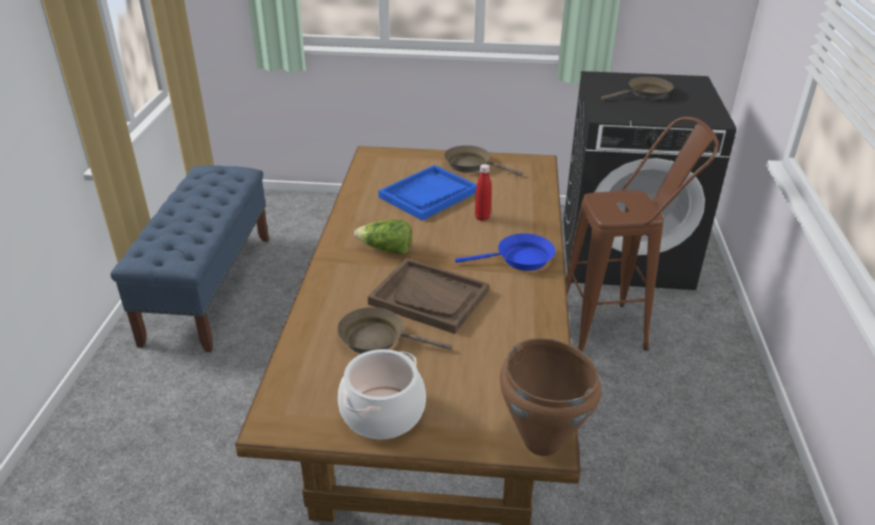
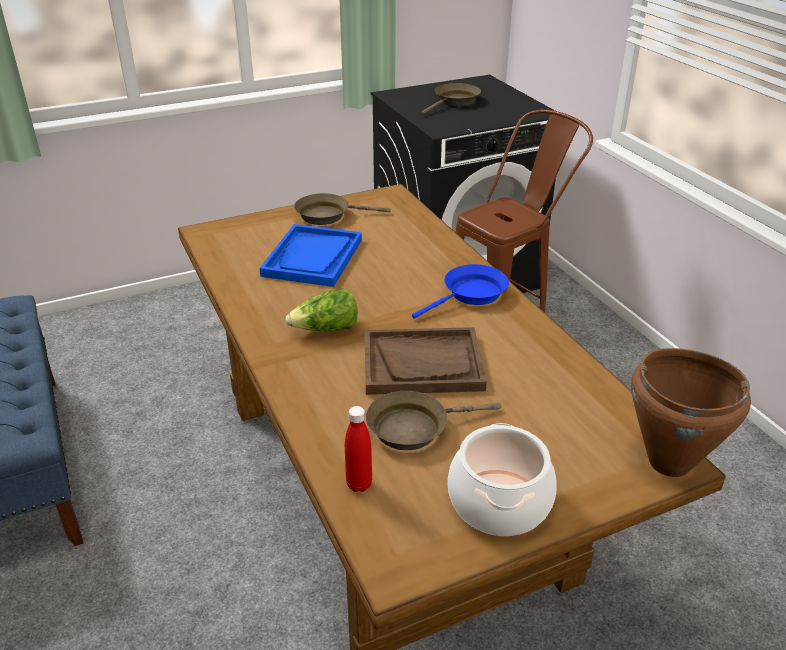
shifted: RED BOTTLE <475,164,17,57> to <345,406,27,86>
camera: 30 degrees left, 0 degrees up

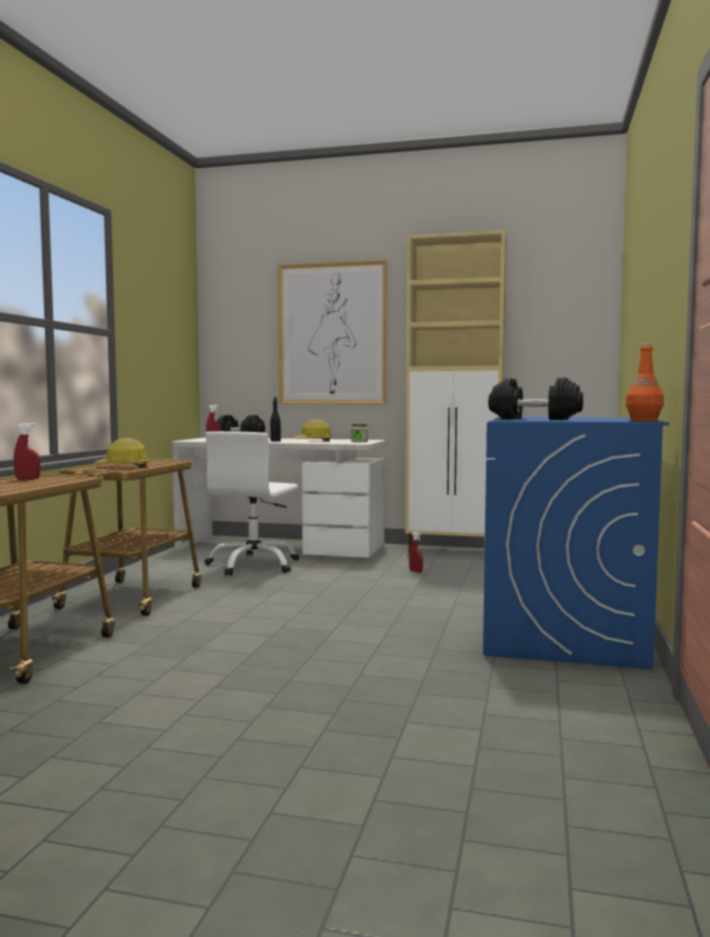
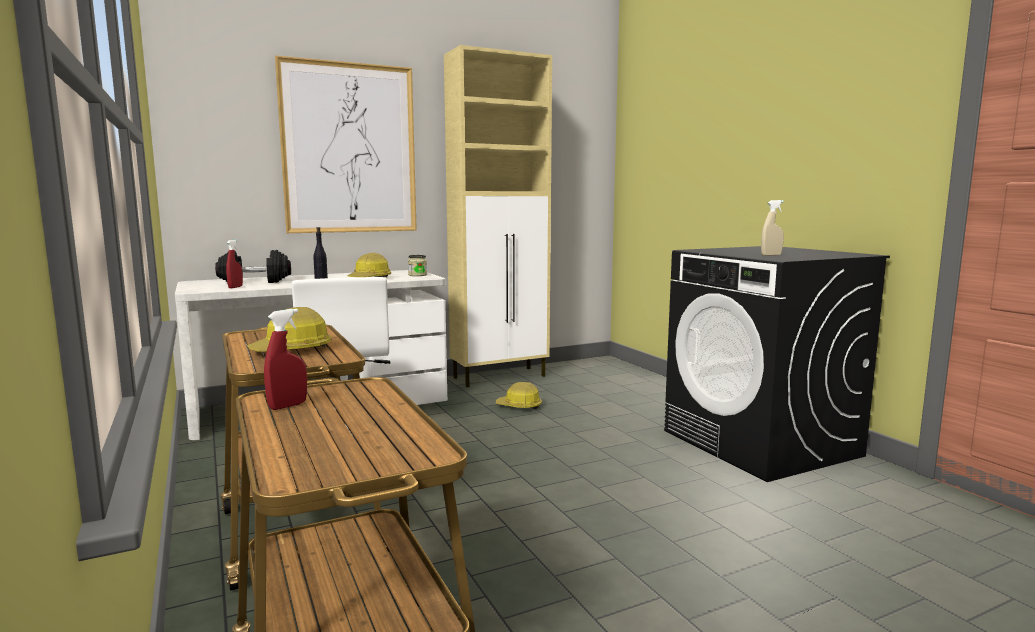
gone: ORANGE BOTTLE <626,343,38,78>
swapped: RED SPRAY BOTTLE <409,532,14,41> to HARD HAT <496,382,46,27>; BLACK DUMBBELL <488,377,95,43> to BEIGE SPRAY BOTTLE <761,200,23,56>
repainted: BLUE WASHING MACHINE <483,417,186,253> to BLACK WASHING MACHINE <664,246,226,236>
camera: 40 degrees left, 5 degrees up

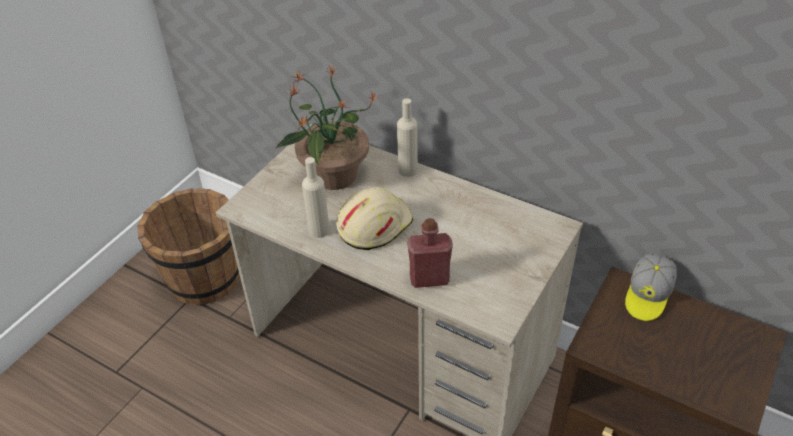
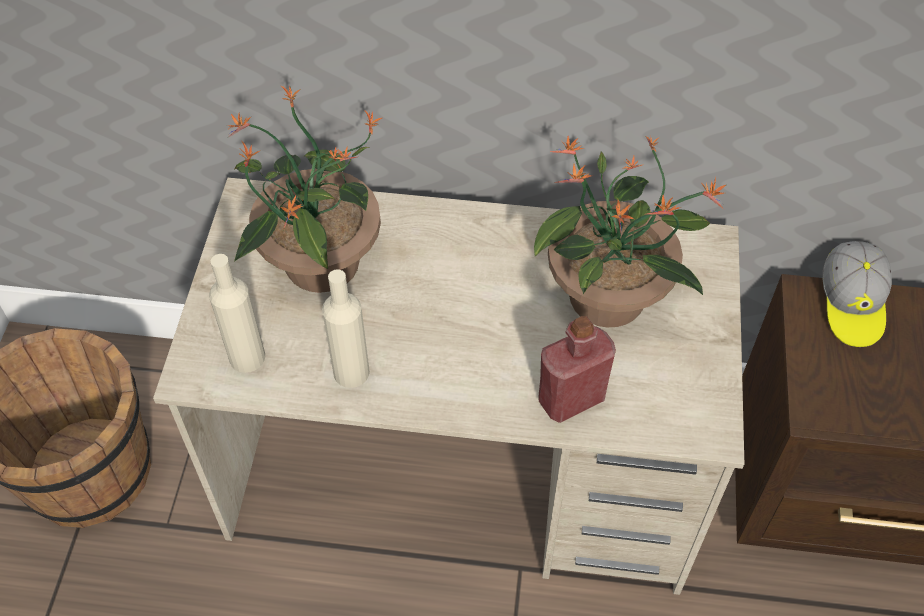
gone: BEIGE HARD HAT <336,187,77,63>
new: POTTED PLANT <534,135,192,192>
shifted: BEIGE BOTTLE <397,98,21,79> to <209,254,56,119>
camera: 25 degrees left, 10 degrees up

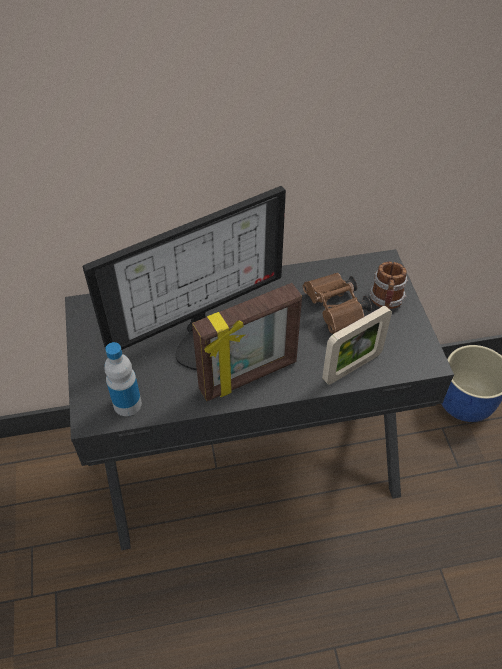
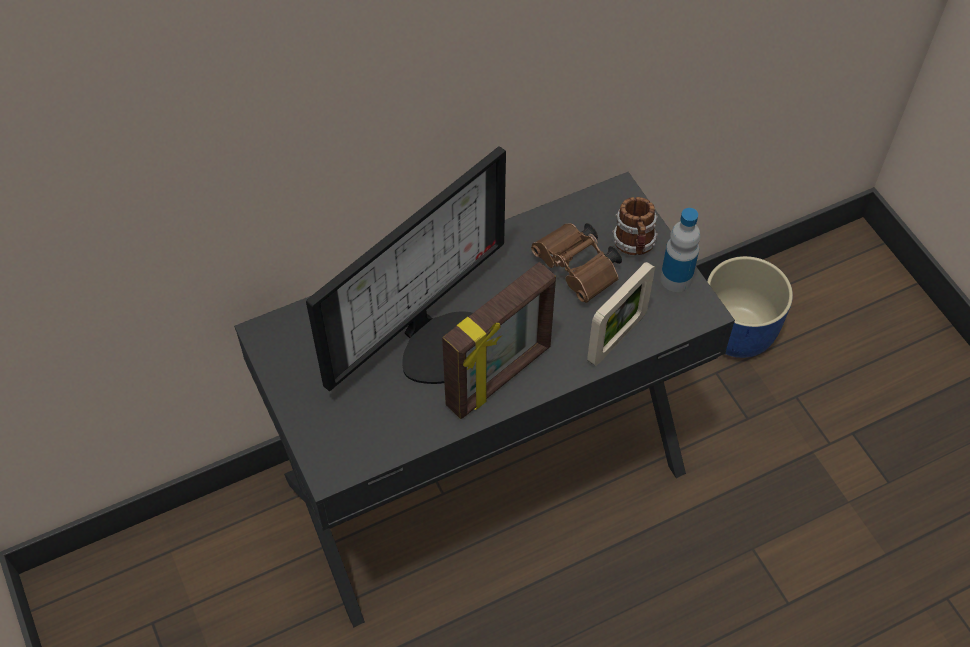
shifted: BOTTLE <104,342,38,74> to <660,208,40,84>
camera: 15 degrees left, 5 degrees up

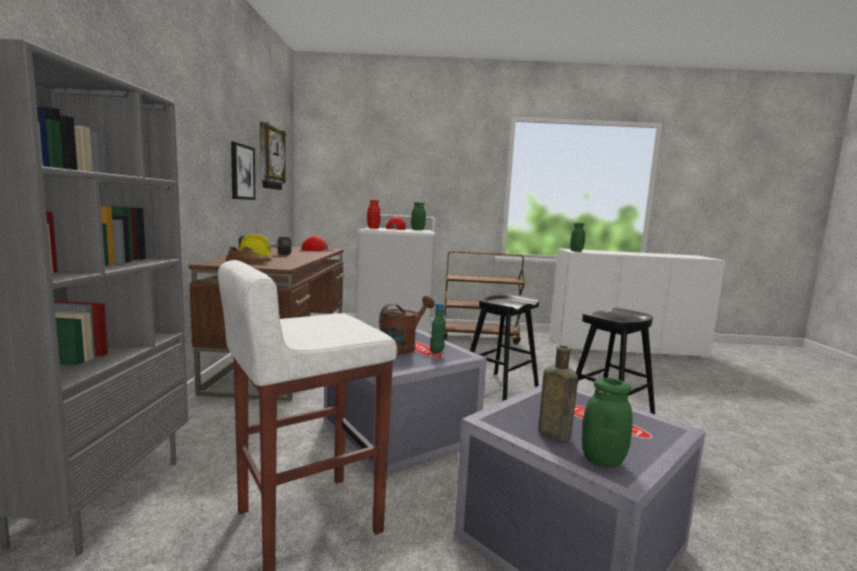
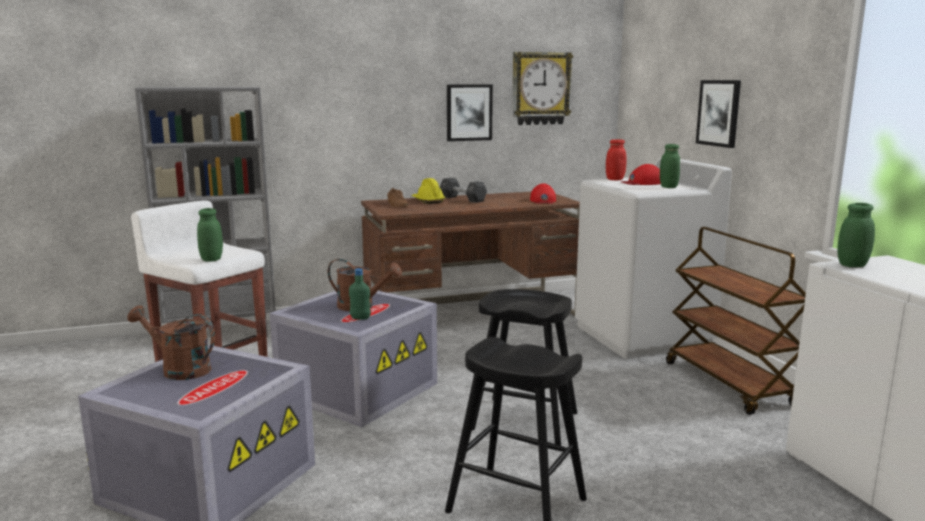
new: PICTURE <696,80,45,68>
shifted: GREEN JAR <582,378,50,89> to <197,208,26,54>
swapped: BROWN BOTTLE <538,345,40,96> to BROWN WATERING CAN <127,305,88,75>
camera: 70 degrees right, 5 degrees up

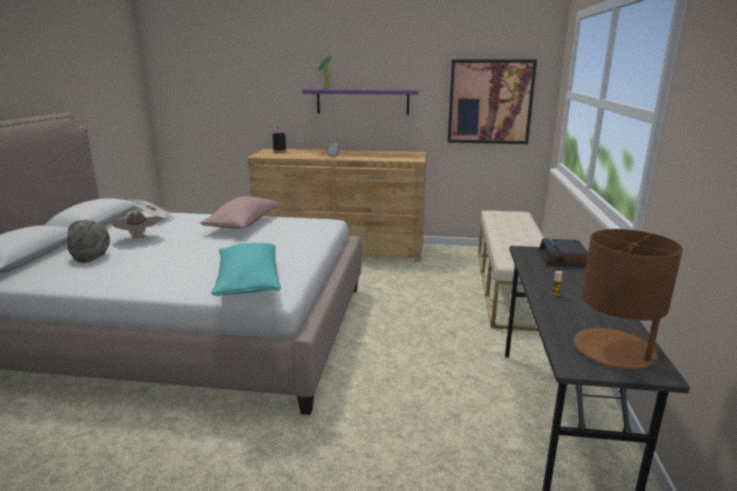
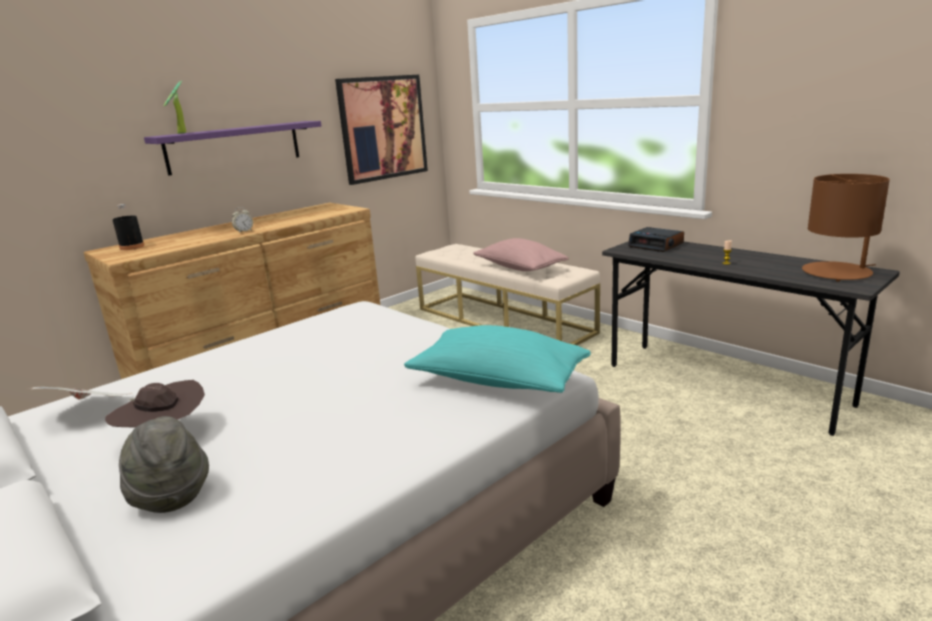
shifted: PINK PILLOW <200,196,78,33> to <473,238,96,33>
camera: 50 degrees left, 0 degrees up

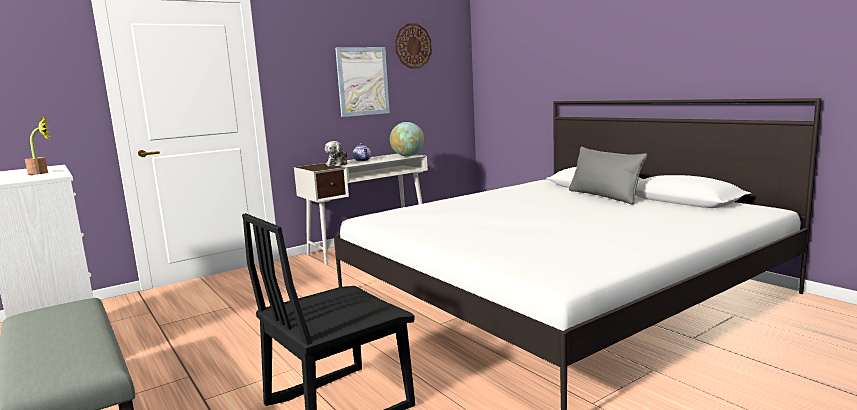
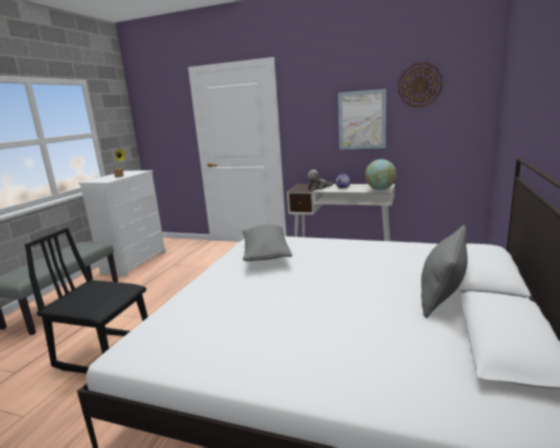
new: GREY PILLOW <242,225,50,36>
camera: 55 degrees right, 5 degrees up

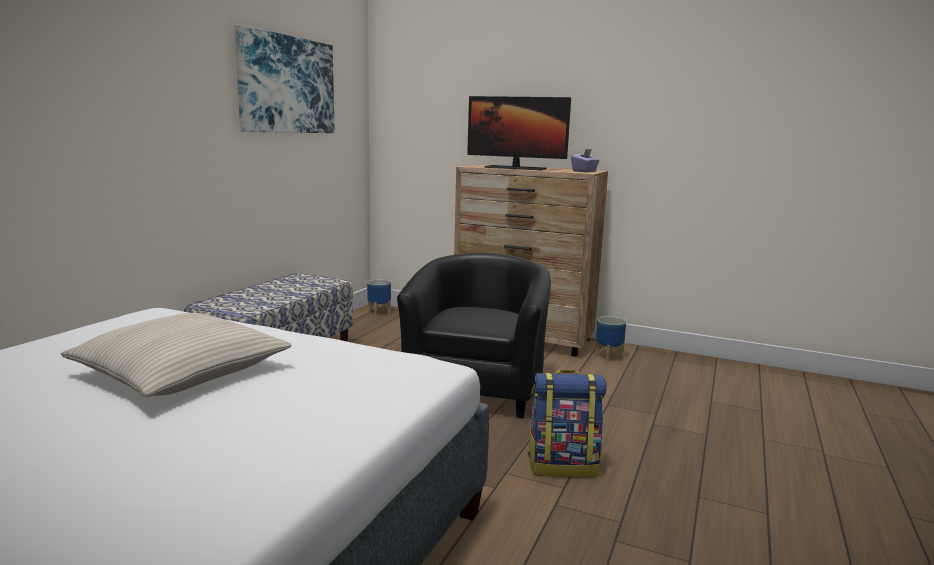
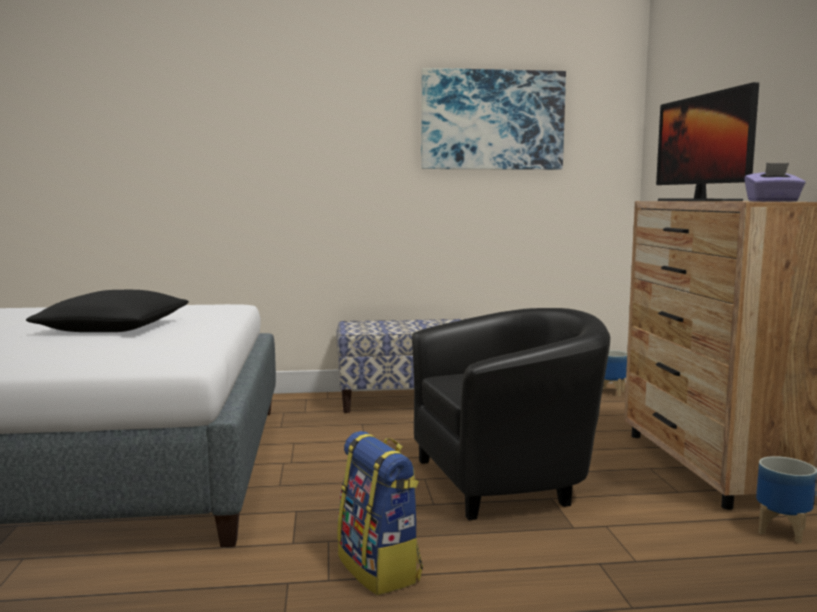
repainted: BEIGE PILLOW <61,313,231,84> to BLACK PILLOW <26,290,163,42>
camera: 60 degrees right, 5 degrees down

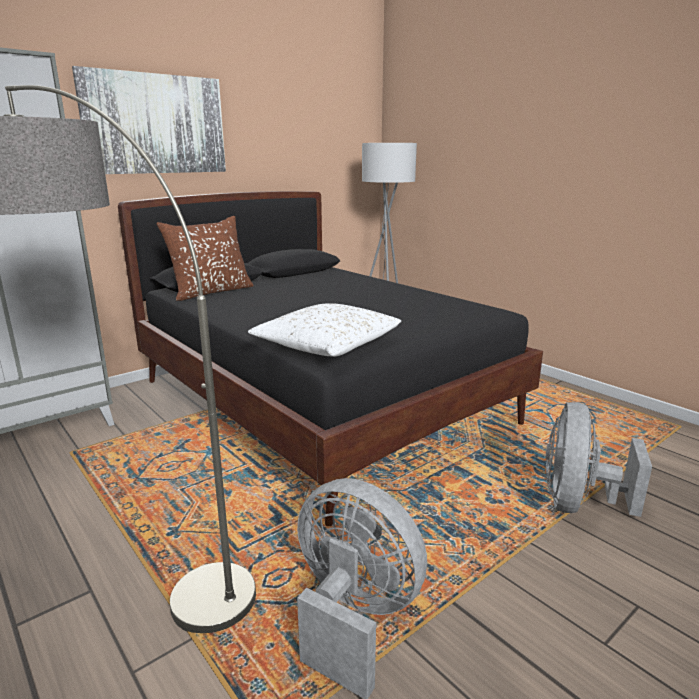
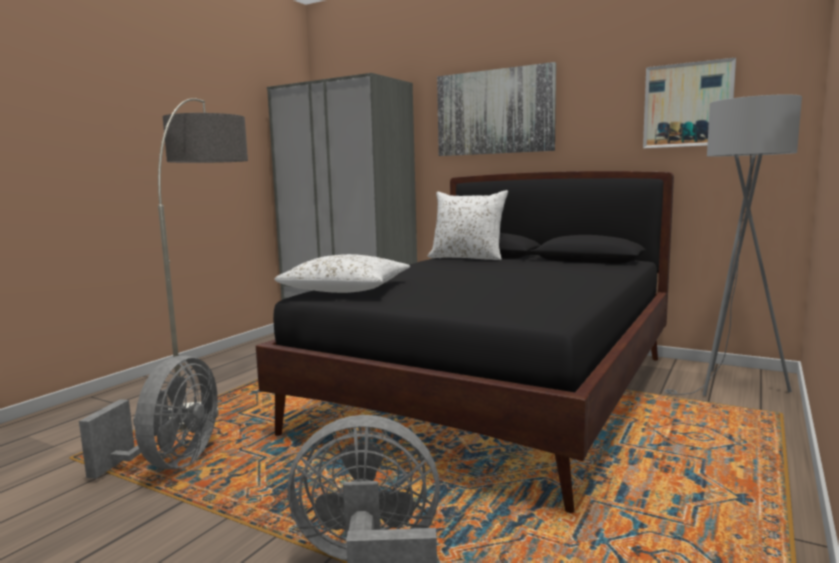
new: PICTURE <643,57,93,92>
repainted: BROWN PILLOW <156,216,98,85> to WHITE PILLOW <428,190,80,70>
camera: 70 degrees right, 10 degrees down

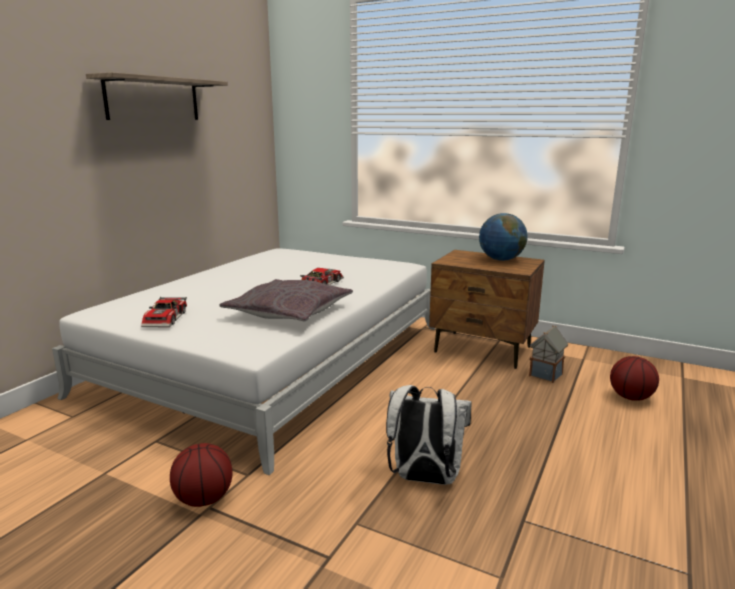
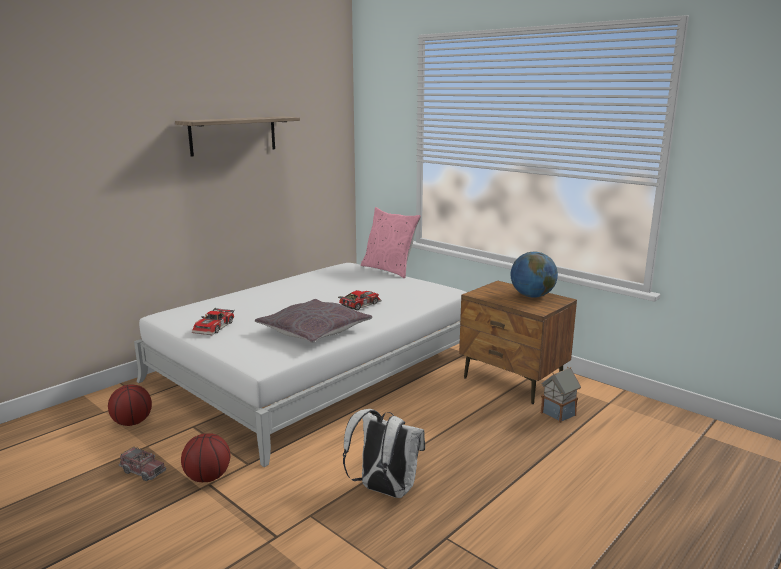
new: TOY TRUCK <119,446,47,35>; PINK PILLOW <361,207,60,71>
shifted: BASKETBALL <610,356,49,45> to <108,384,44,42>
camera: 15 degrees right, 0 degrees up

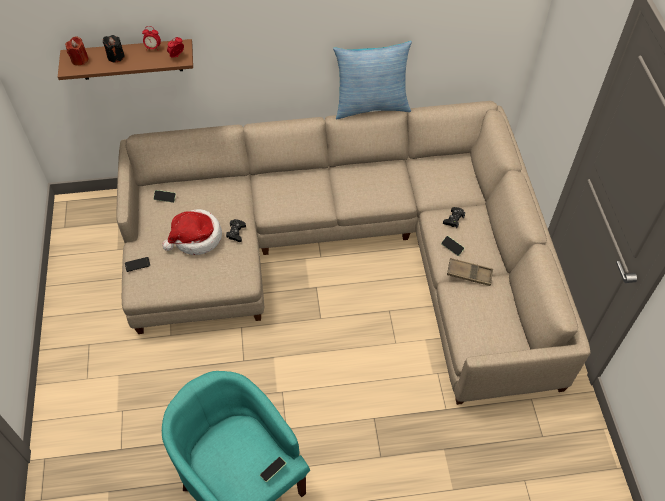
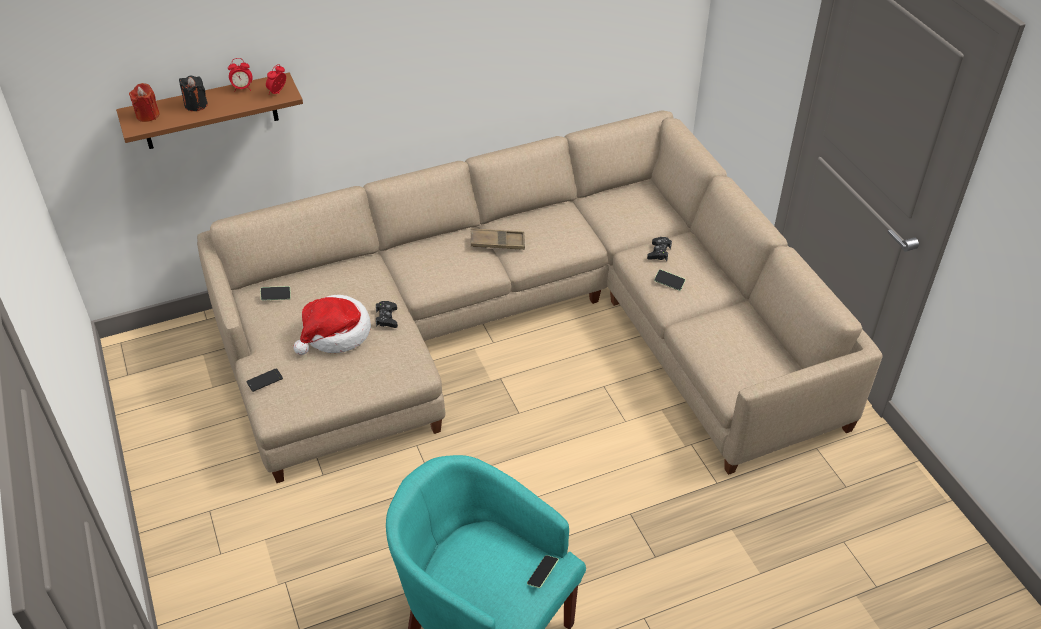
gone: PILLOW <333,41,79,78>
shifted: BROWN TRAY <447,258,46,28> to <471,228,54,22>
camera: 15 degrees left, 10 degrees down

